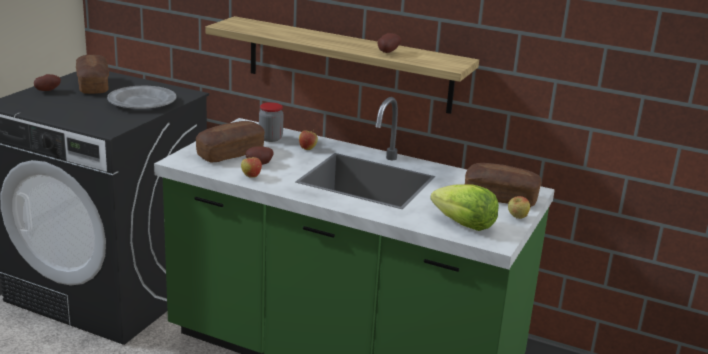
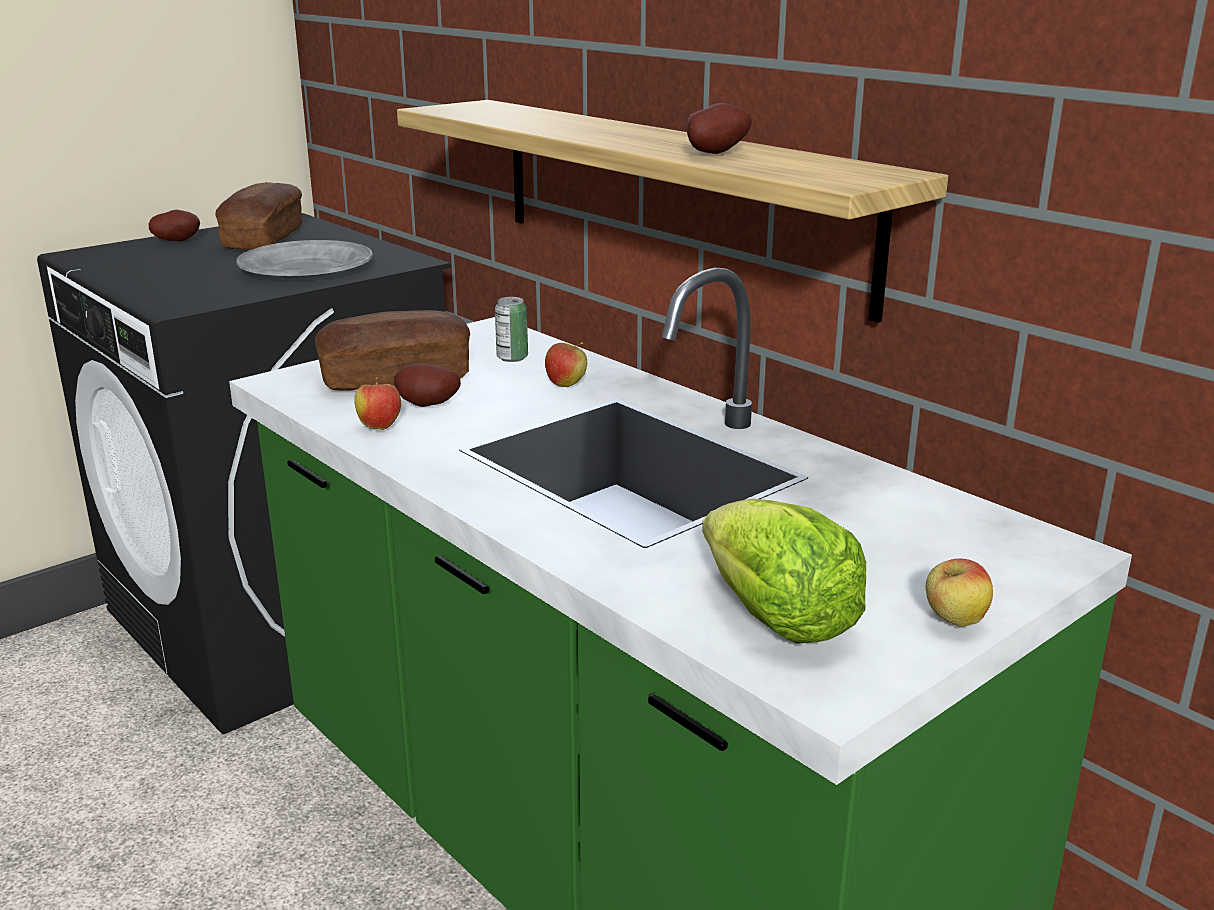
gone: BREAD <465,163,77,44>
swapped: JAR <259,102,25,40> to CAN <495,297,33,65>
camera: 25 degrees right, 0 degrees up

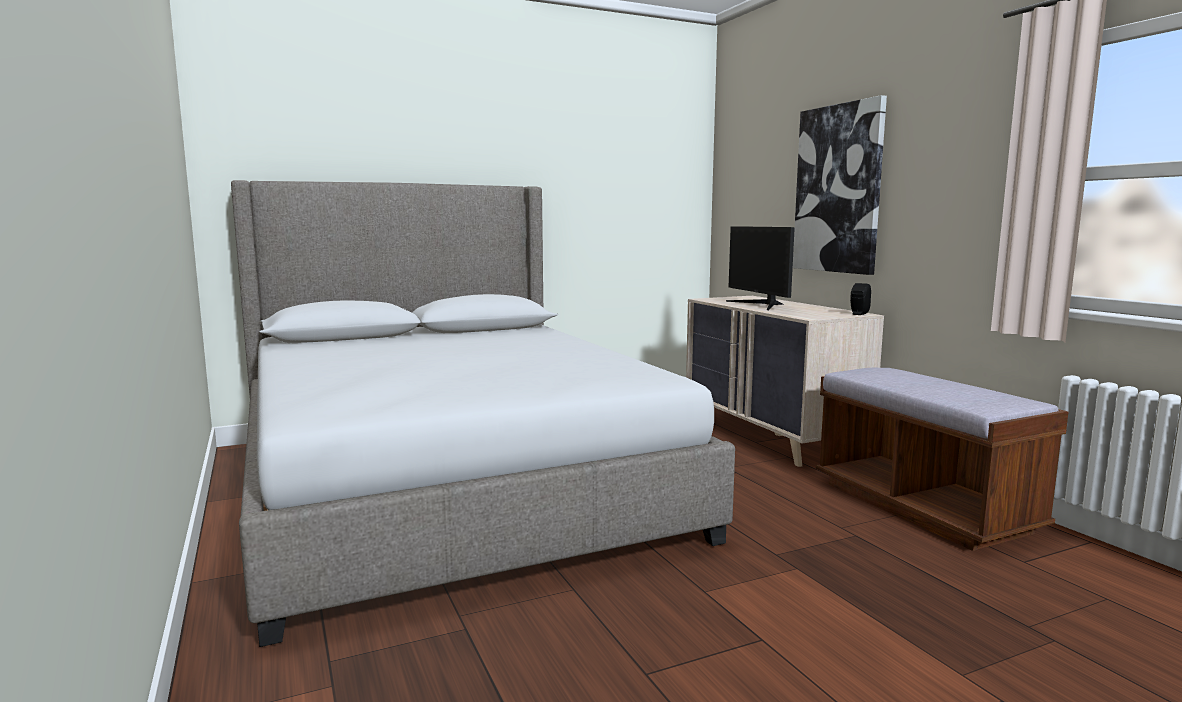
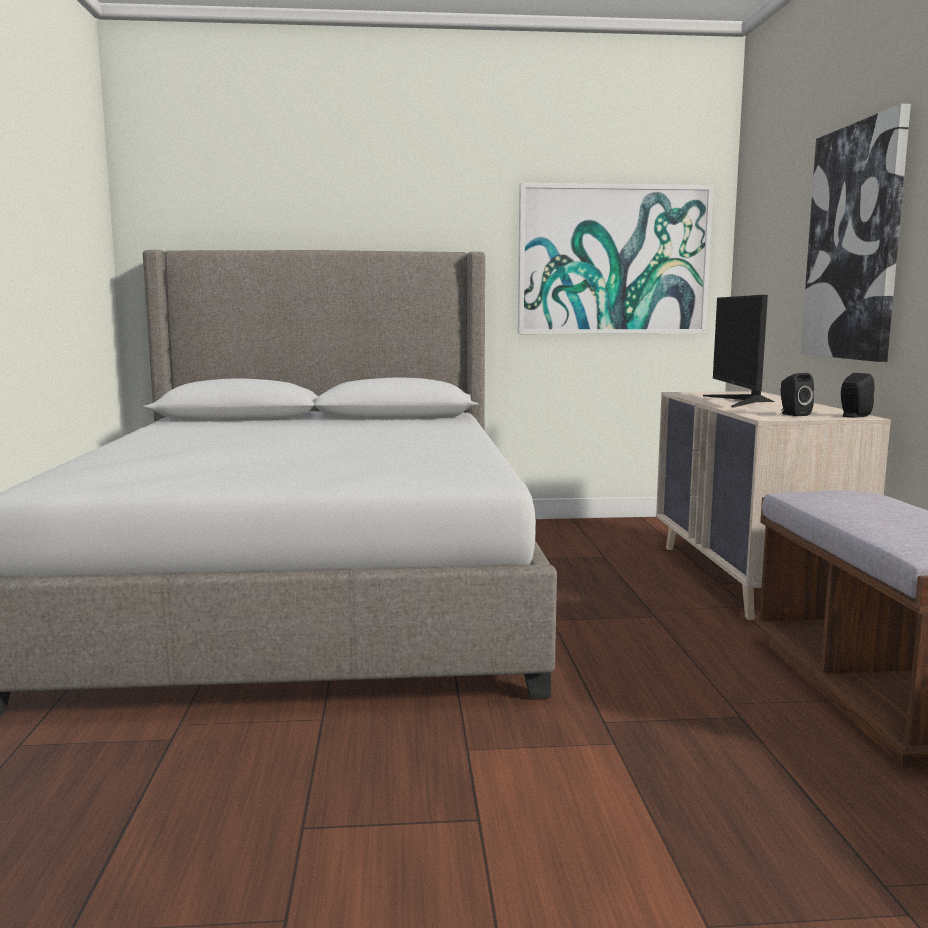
new: PICTURE <518,183,196,151>; BLACK SPEAKER <781,373,33,43>
camera: 20 degrees right, 0 degrees up

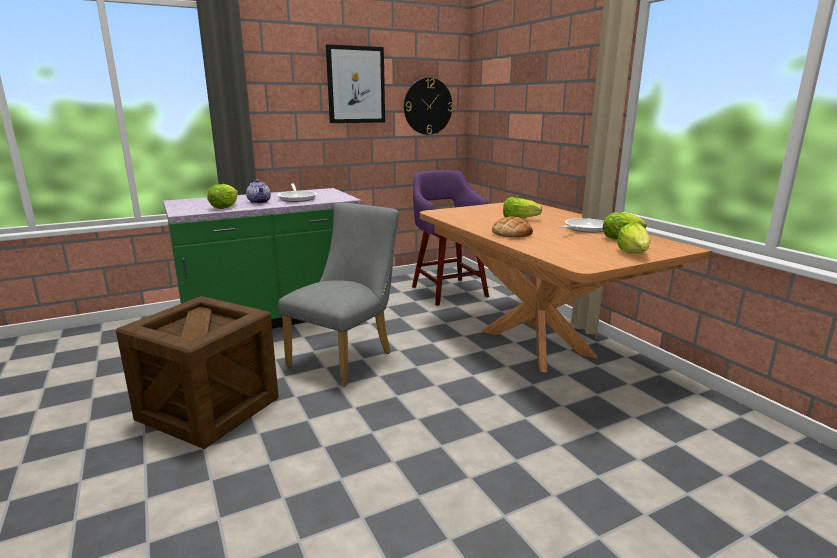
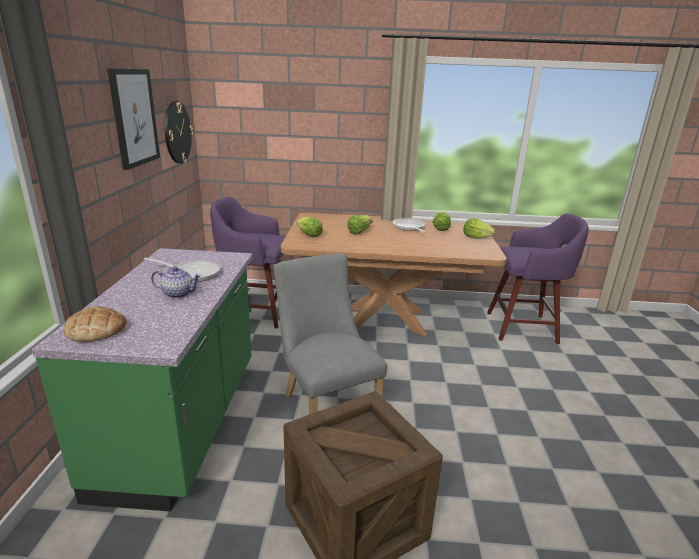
new: PURPLE STOOL <487,214,102,130>
shifted: LETTUCE <207,184,31,25> to <296,217,27,20>; BREAD <492,216,41,21> to <63,306,64,36>
camera: 60 degrees left, 5 degrees up

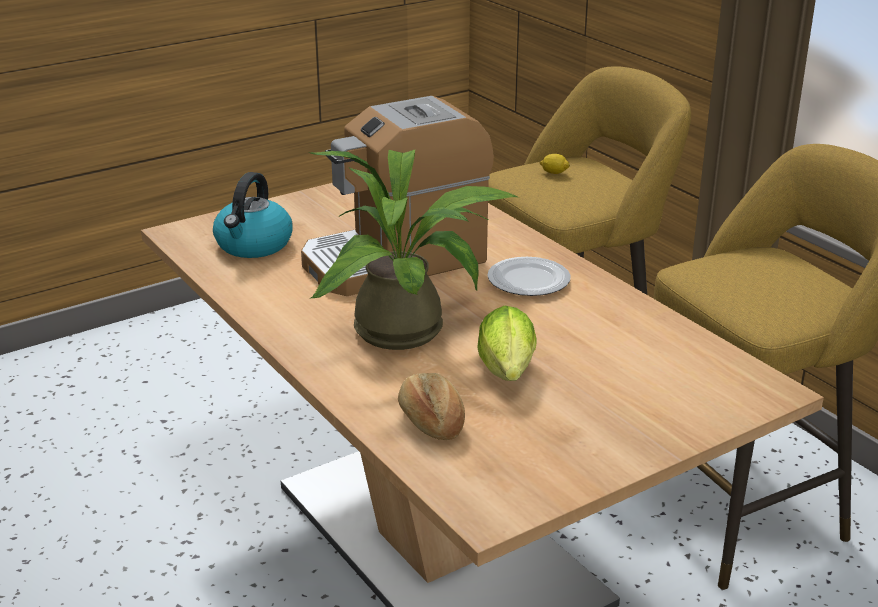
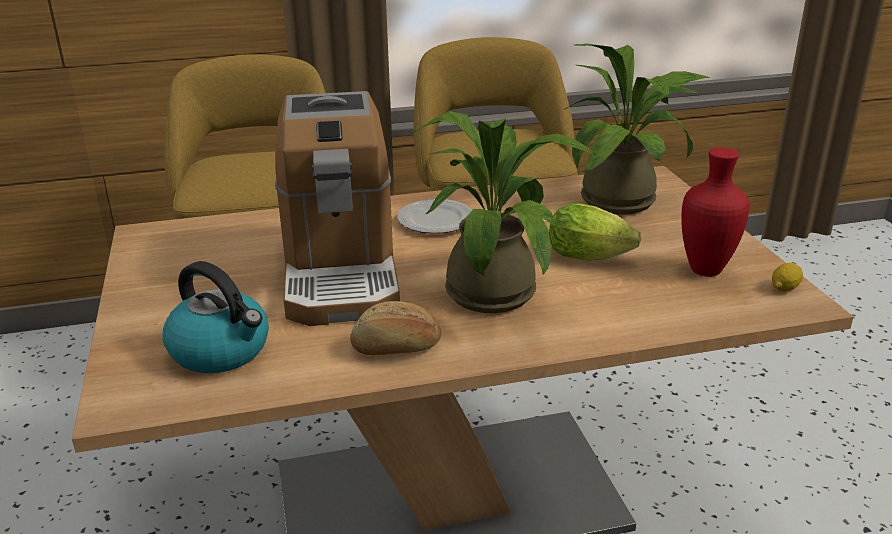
new: POTTED PLANT <564,44,145,170>; RED VASE <681,147,69,130>
shifted: BREAD <398,373,67,67> to <350,301,92,54>; LEMON <540,154,30,20> to <772,263,31,29>
camera: 70 degrees left, 0 degrees up

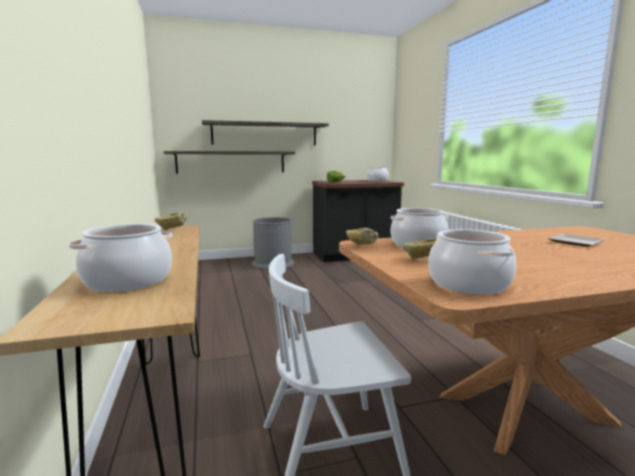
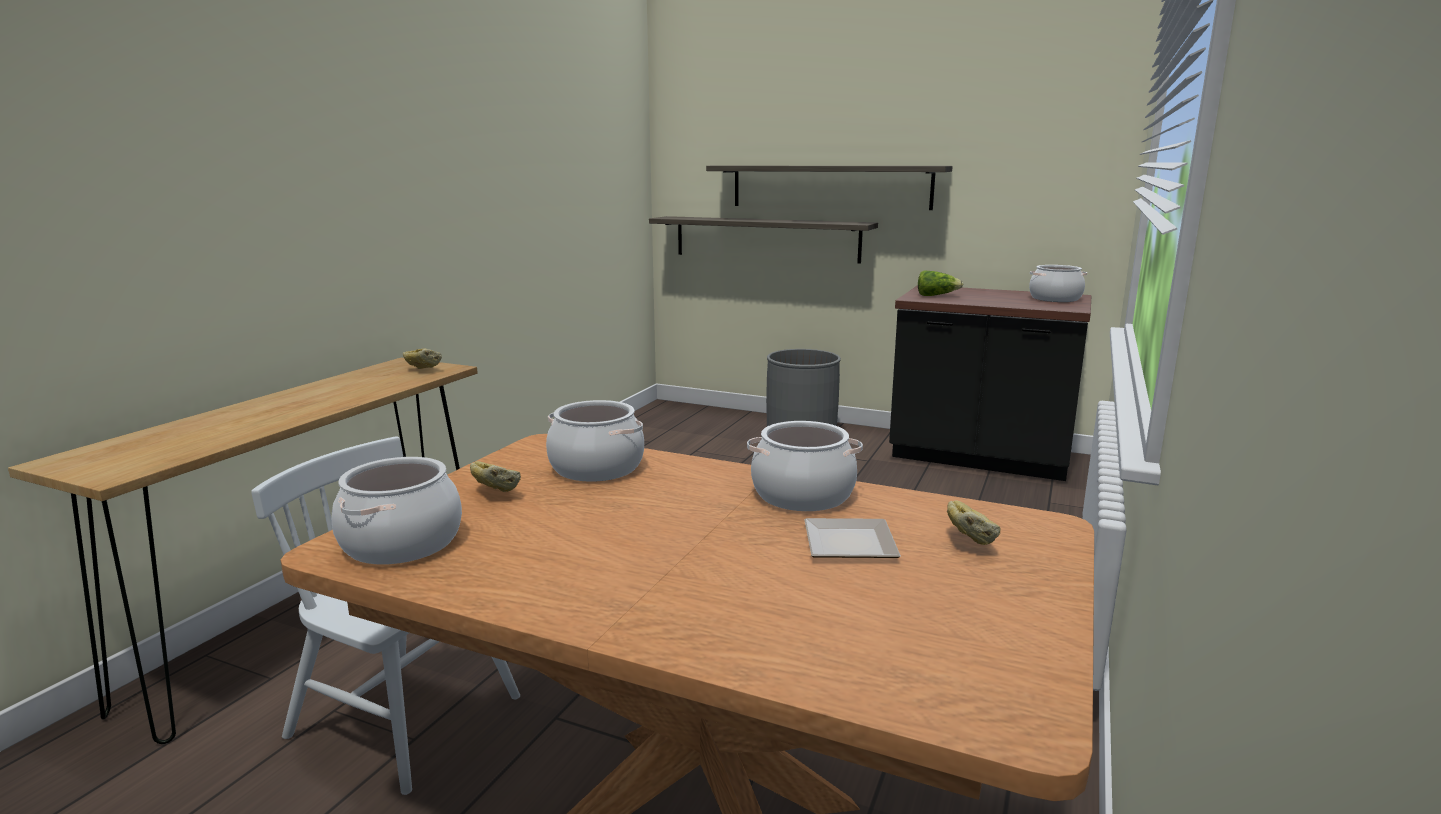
shifted: COOKING POT <69,224,103,68> to <747,421,116,90>; BREAD <346,228,32,17> to <947,500,54,45>
camera: 40 degrees right, 5 degrees up

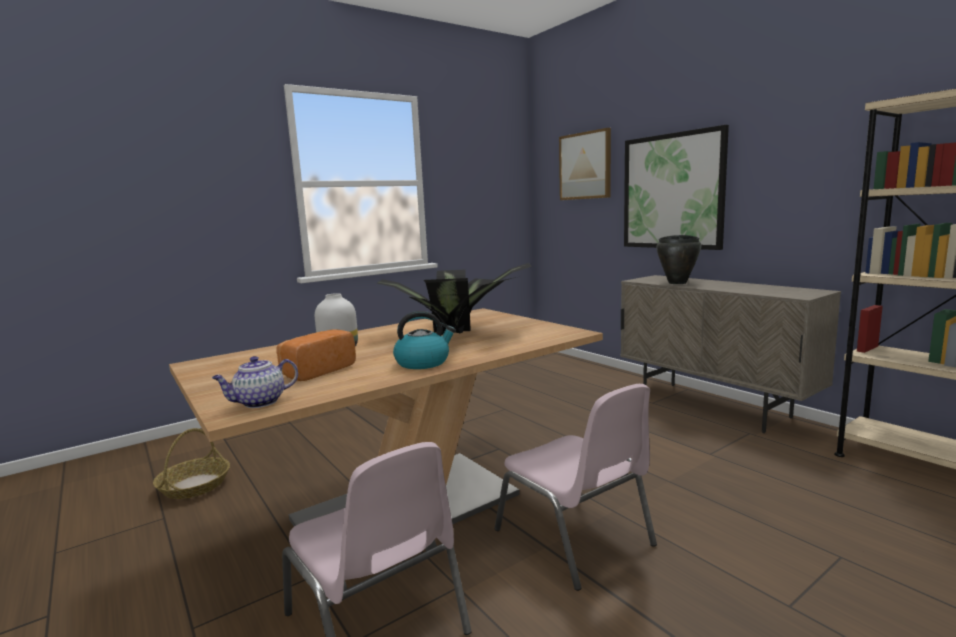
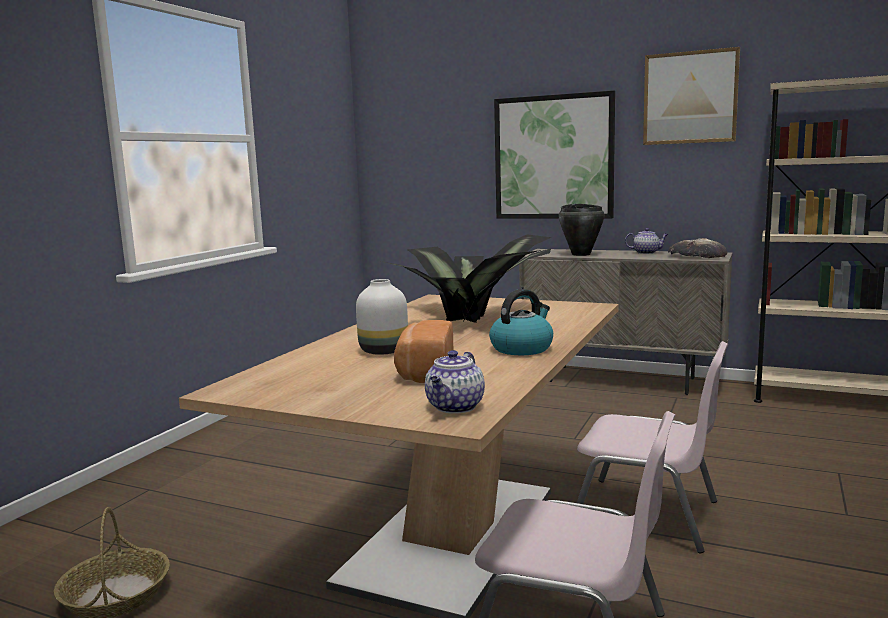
new: TEAPOT <625,228,43,26>; BREAD <668,238,59,20>
shifted: PICTURE <559,128,52,72> to <643,47,97,98>
camera: 30 degrees left, 0 degrees up

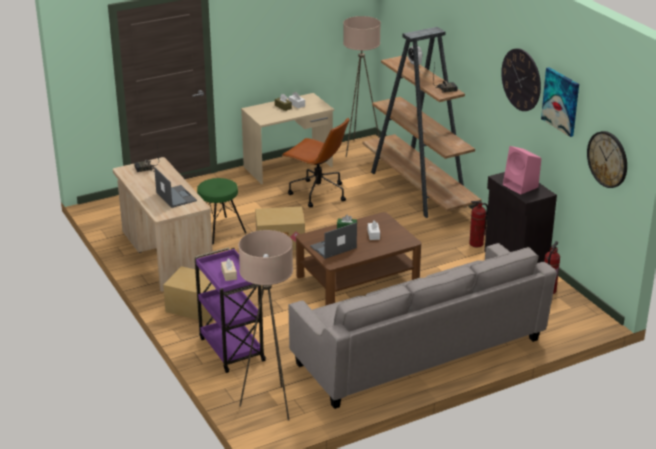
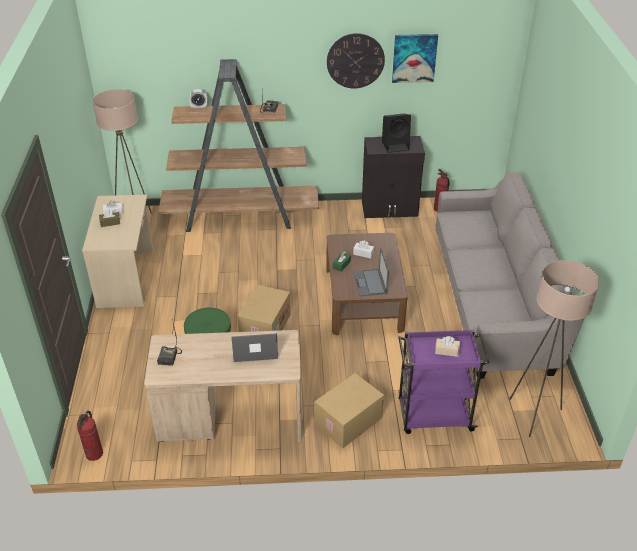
gone: BROWN OFFICE CHAIR <282,118,68,89>; WALL CLOCK <587,131,40,57>
shifted: FIRE EXTINGUISHER <469,201,19,46> to <77,411,26,50>
repainted: PINK SPEAKER <503,146,38,49> to BLACK SPEAKER <382,113,29,40>
camera: 65 degrees left, 10 degrees up

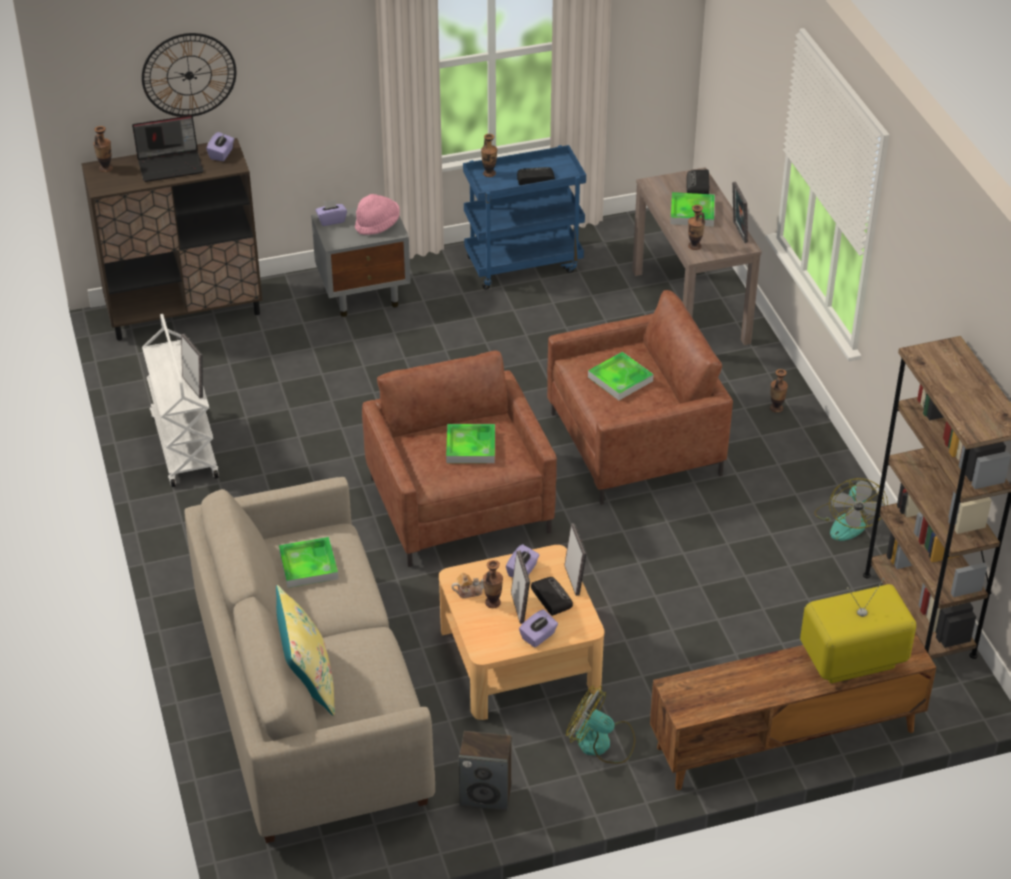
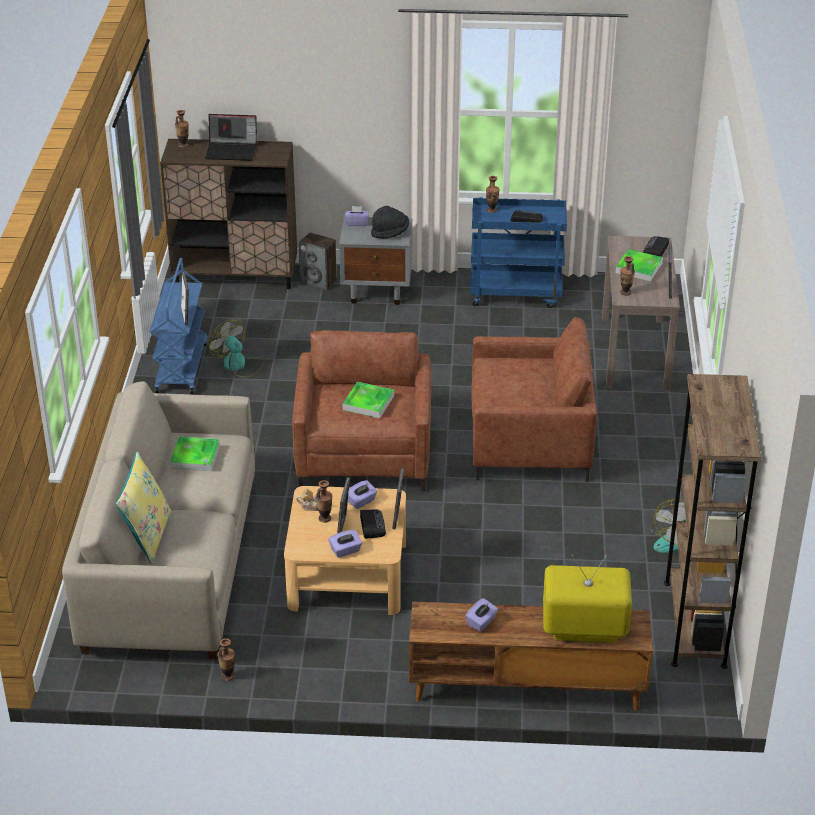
gone: WALL CLOCK <142,33,94,84>; TRAY <588,352,66,48>
shifted: PURPLE TISSUE BOX <206,132,28,29> to <465,598,33,34>; SPEAKER <459,731,53,80> to <299,233,38,57>; FAN <566,685,69,79> to <209,319,56,59>; VASE <770,369,18,43> to <217,638,18,43>
repainted: WHITE CART <142,314,77,173> to BLUE CART <150,258,57,137>; PINK HAT <355,194,45,41> to BLACK HAT <371,206,38,33>
camera: 20 degrees right, 5 degrees down

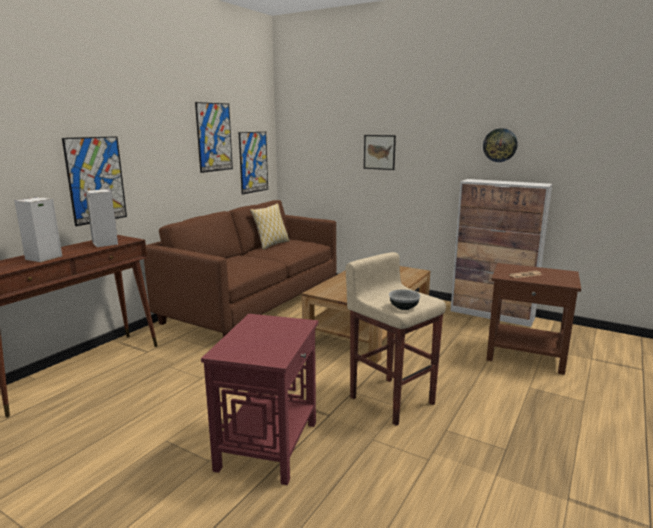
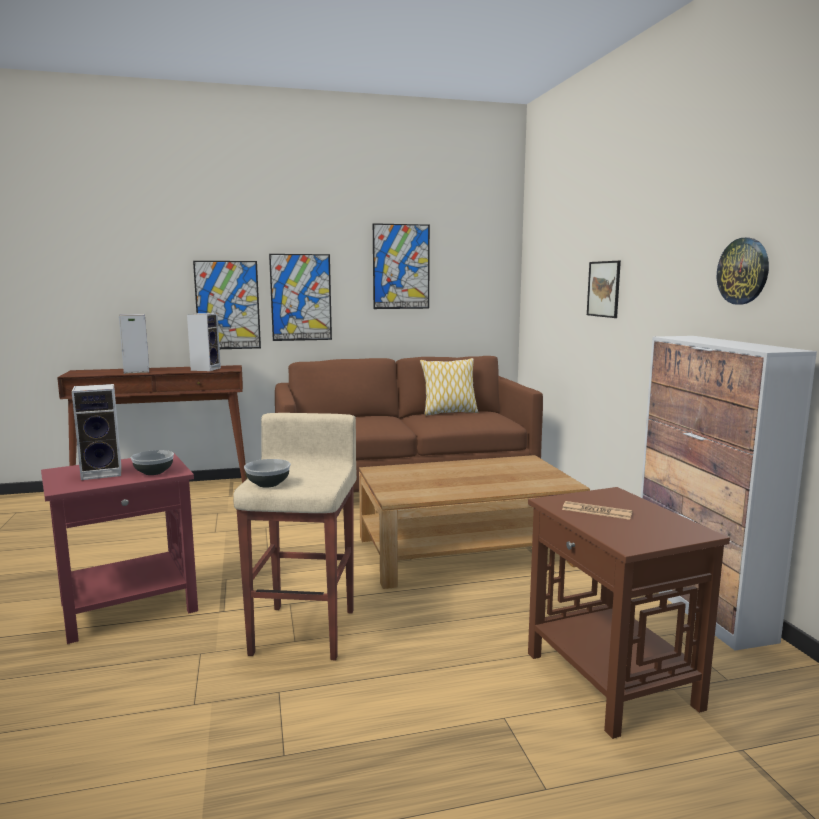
new: SPEAKER <72,384,50,96>; BOWL <131,450,43,25>
shifted: PICTURE <239,132,29,62> to <269,254,63,87>
camera: 45 degrees right, 5 degrees down

